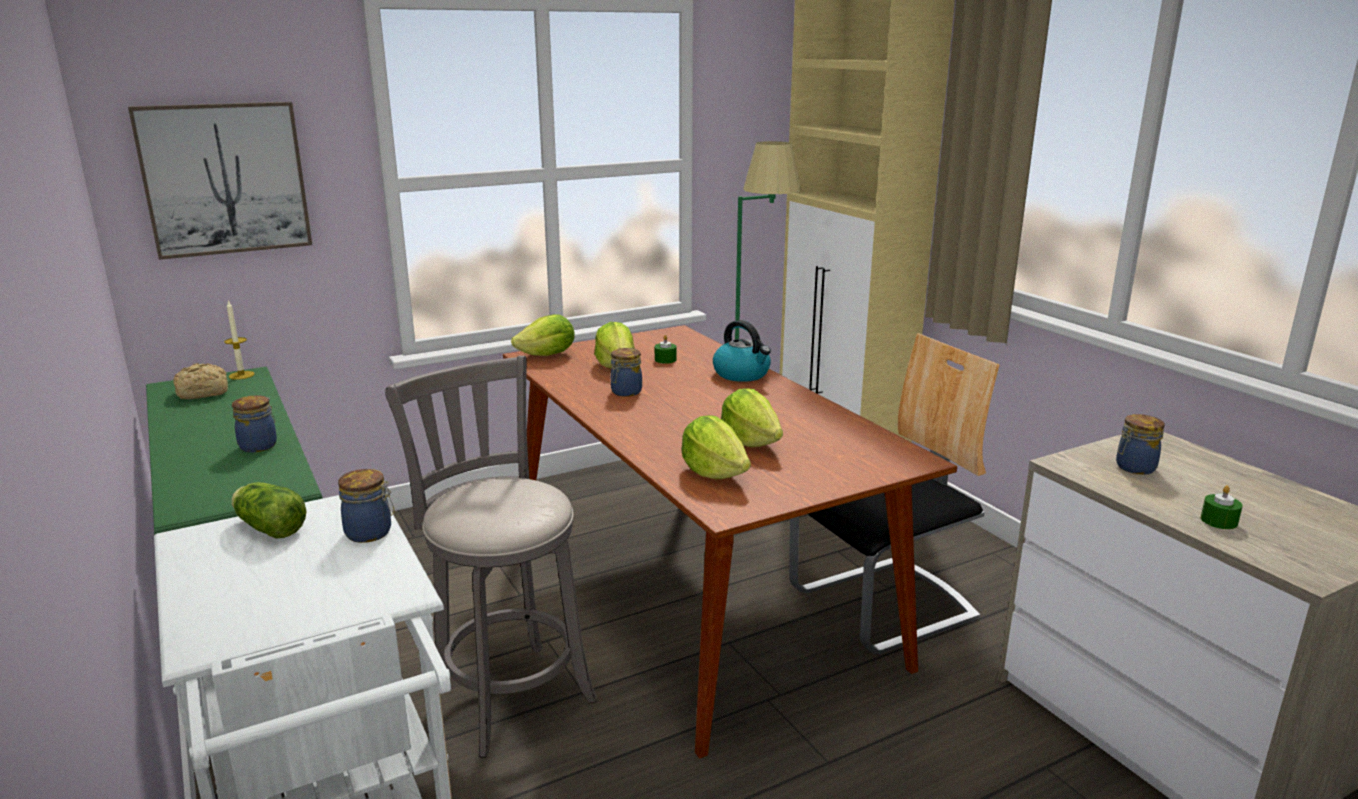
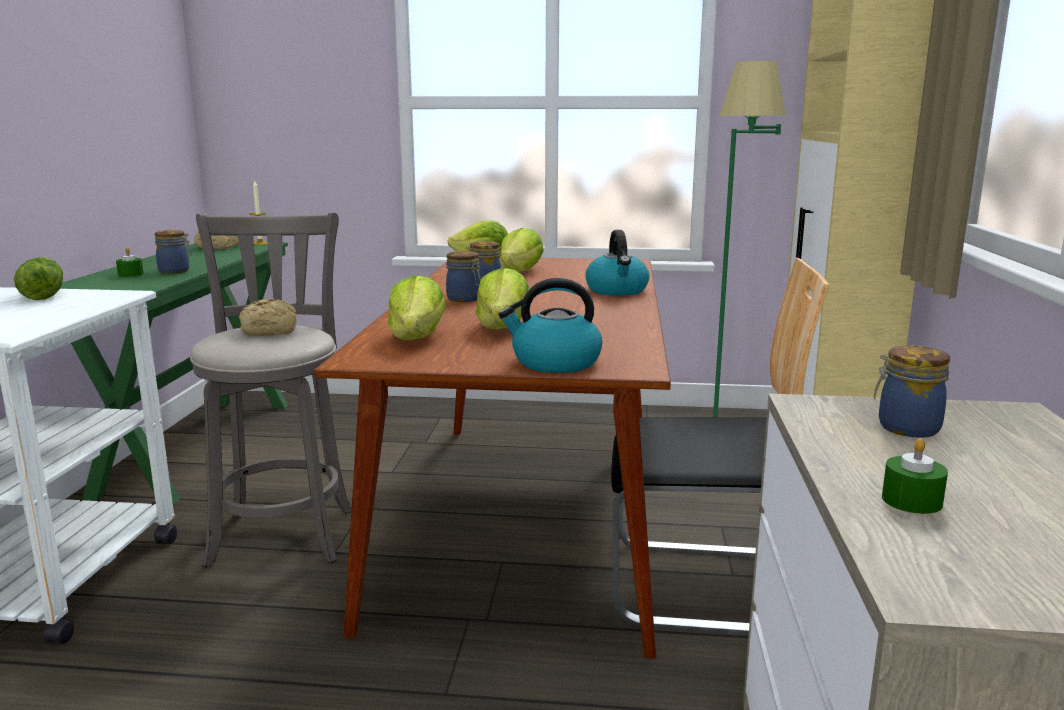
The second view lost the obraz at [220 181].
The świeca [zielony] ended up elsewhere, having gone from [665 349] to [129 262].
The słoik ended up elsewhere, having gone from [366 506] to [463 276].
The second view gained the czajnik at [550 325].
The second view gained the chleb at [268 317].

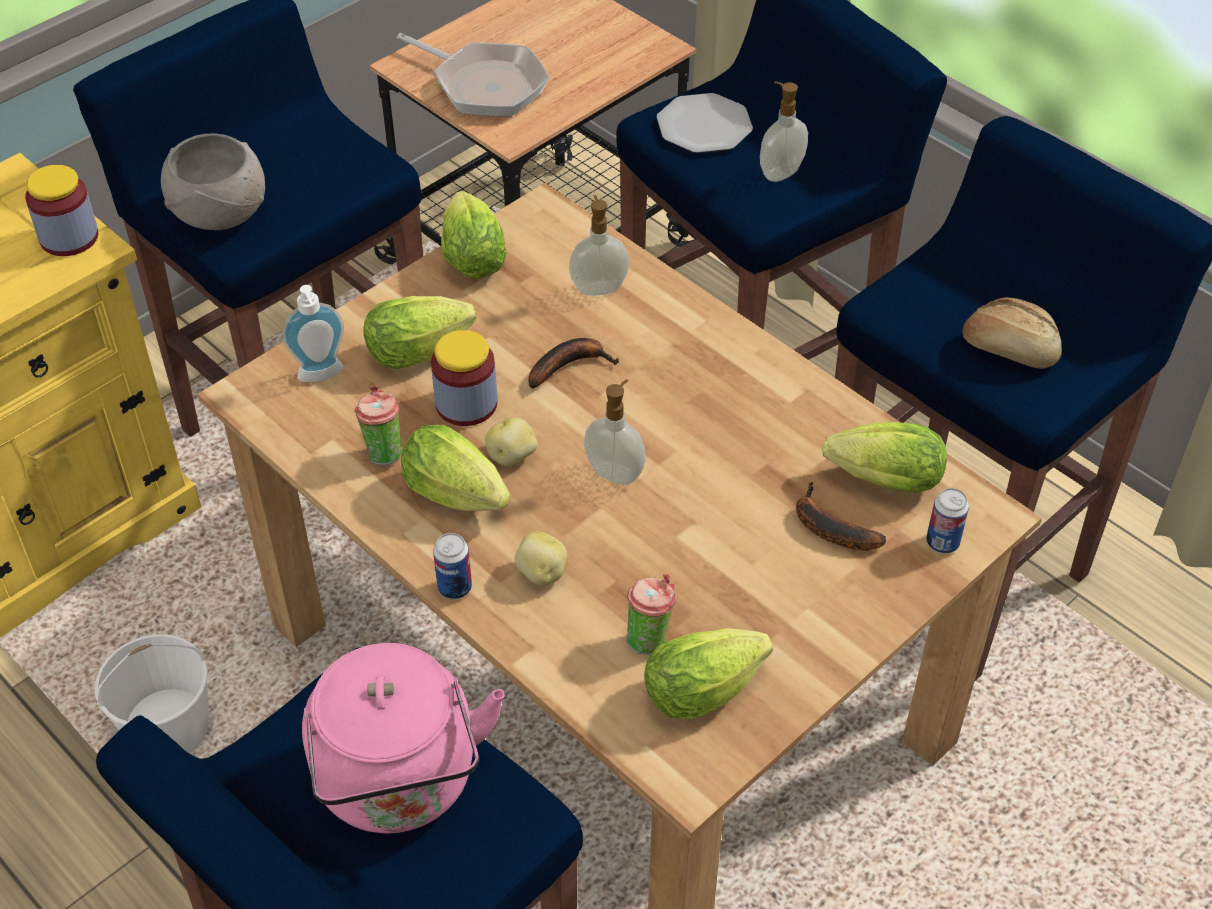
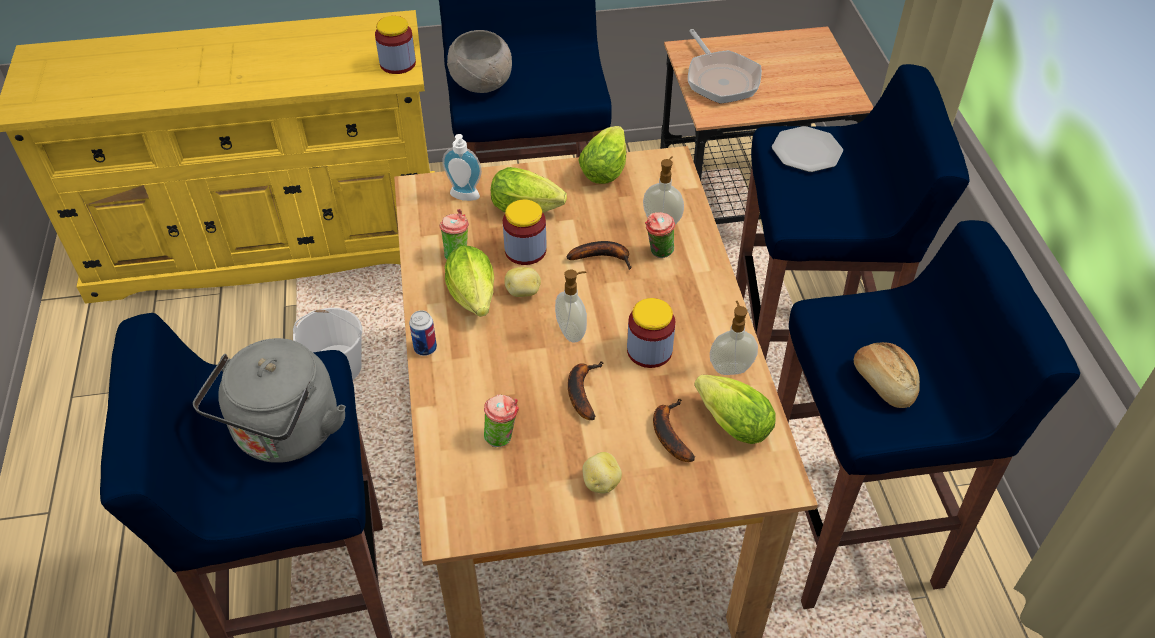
The dozownik mydła ended up elsewhere, having gone from [784 131] to [734 338].
The second view lost the puszka at [947 521].
The ziemniak ended up elsewhere, having gone from [541 558] to [602 473].
The second view lost the sałata at [708 673].
What was the czajnik [różowy] at [403 738] turned into the czajnik [szary] at [269 400].
The second view gained the filiżanka at [660 235].
The second view gained the słoik at [651 333].
The second view gained the banan at [585 390].

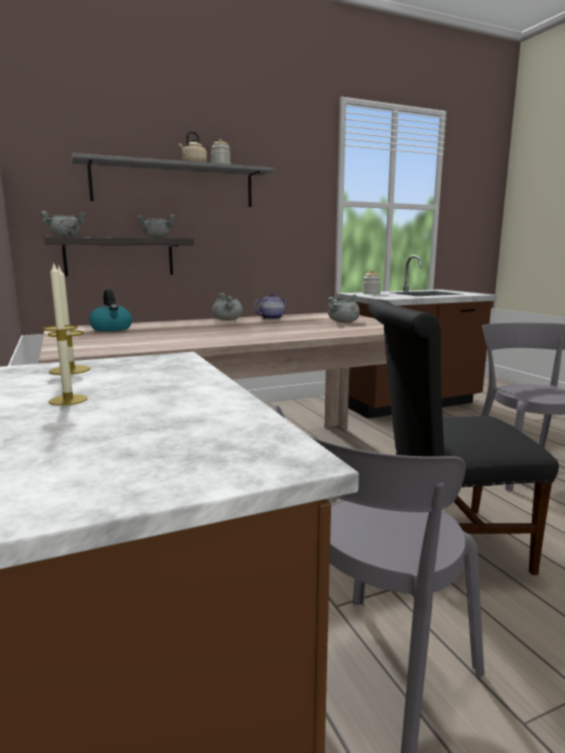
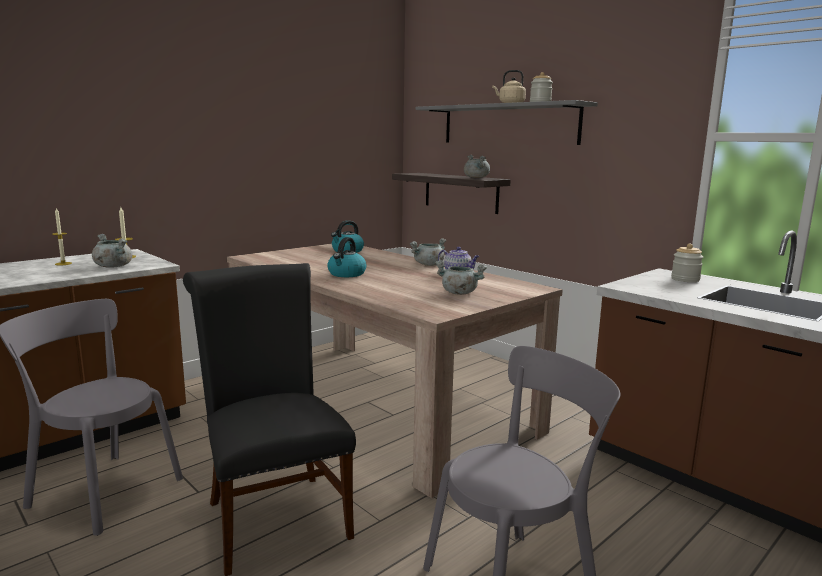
The garnek [szary] ended up elsewhere, having gone from [63 224] to [112 251].
The second view gained the czajnik at [347 257].

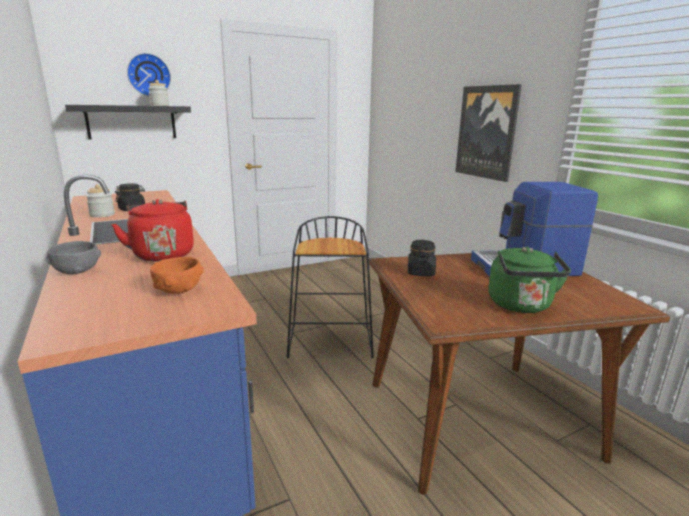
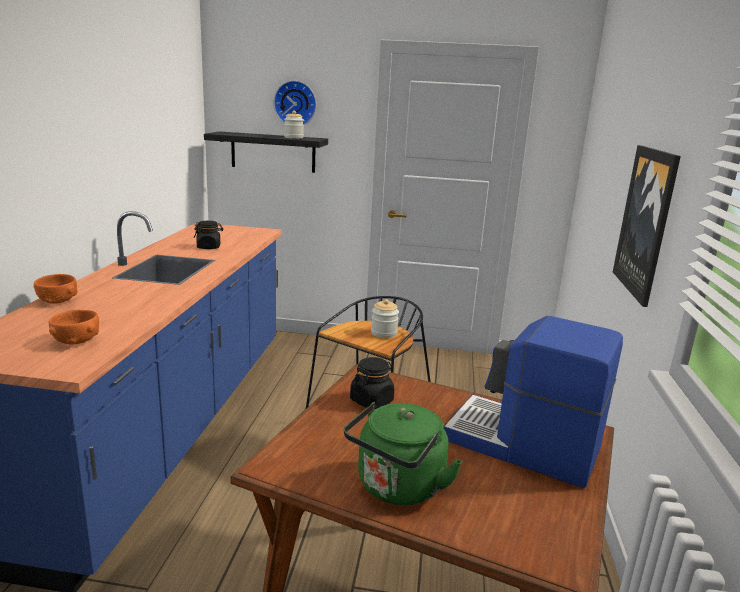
The słoik ended up elsewhere, having gone from [100 201] to [385 318].
The second view lost the czajnik [czerwony] at [152 230].
What was the miska [szary] at [73 257] turned into the miska [pomarańczowy] at [56 289].

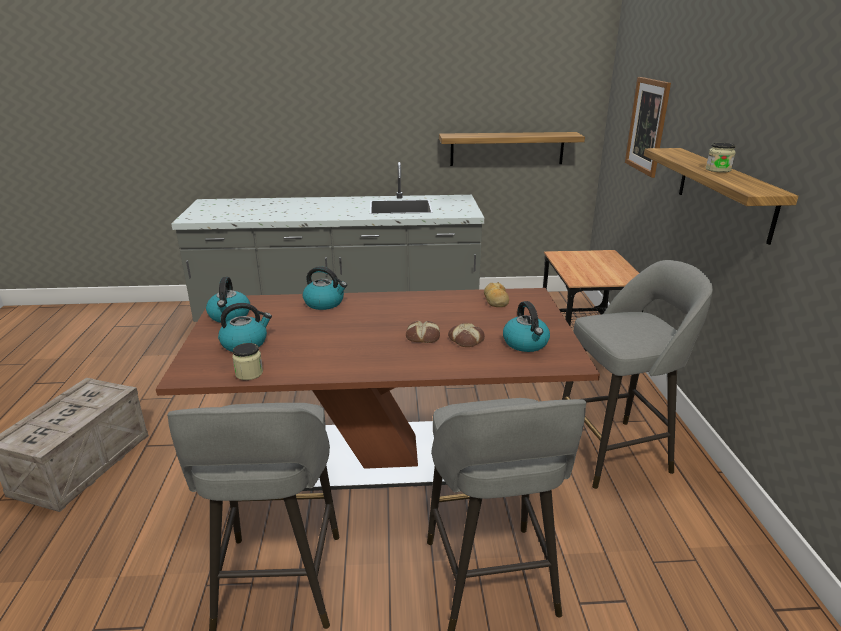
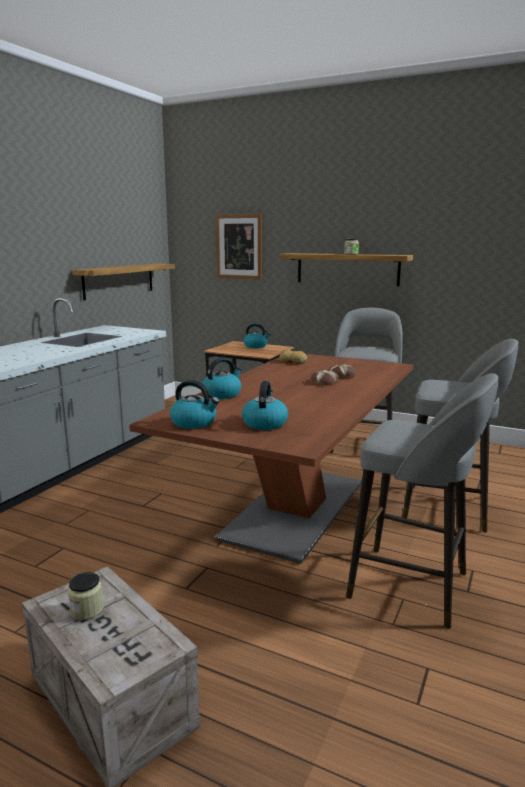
The czajnik ended up elsewhere, having gone from [526 326] to [257 336].
The słoik ended up elsewhere, having gone from [247 361] to [86 596].

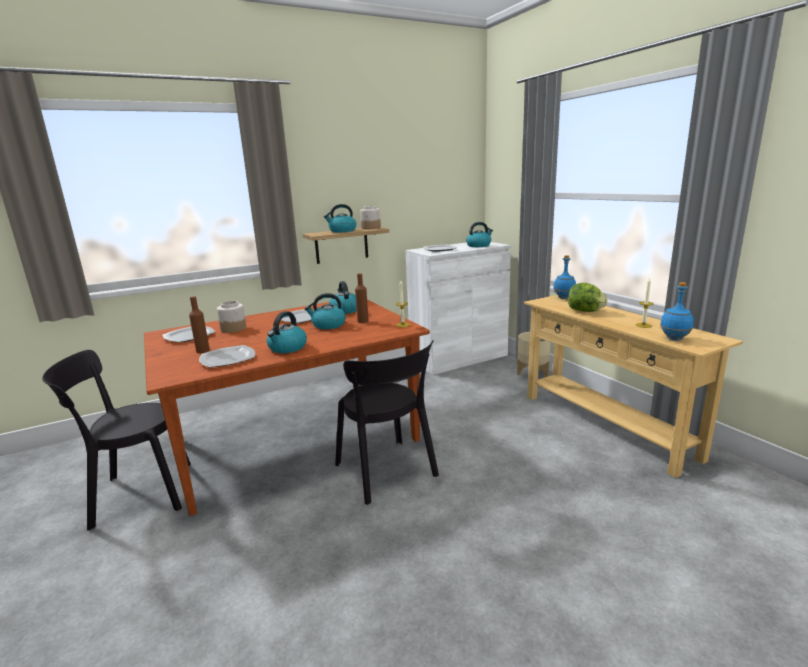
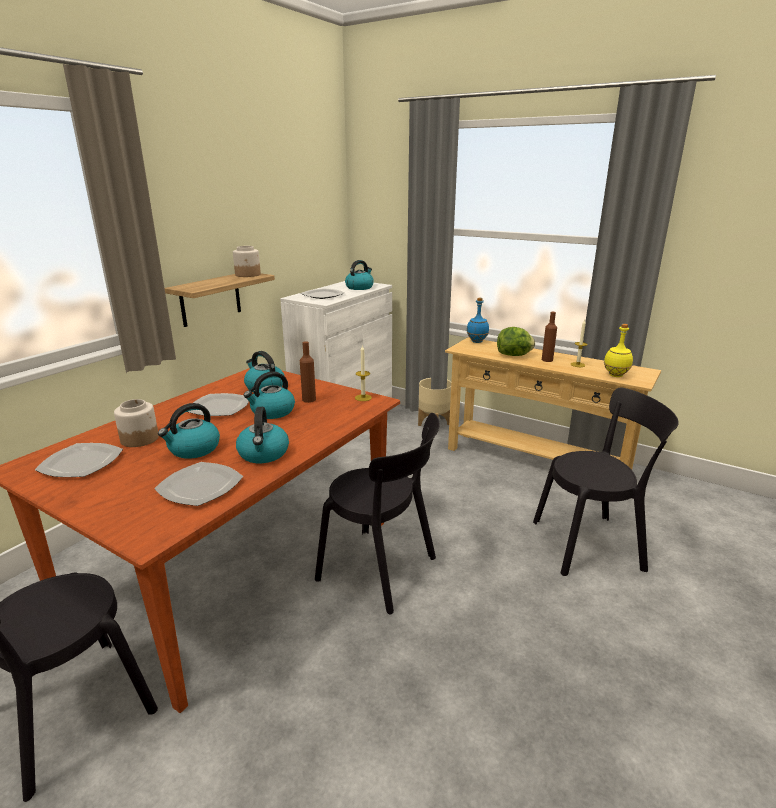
The czajnik ended up elsewhere, having gone from [340 218] to [189 431].
What was the butelka [niebieski] at [677 311] turned into the butelka [żółty] at [618 350].
The butelka [brązowy] ended up elsewhere, having gone from [199 324] to [549 337].
The second view gained the krzesło [czarny] at [606 482].

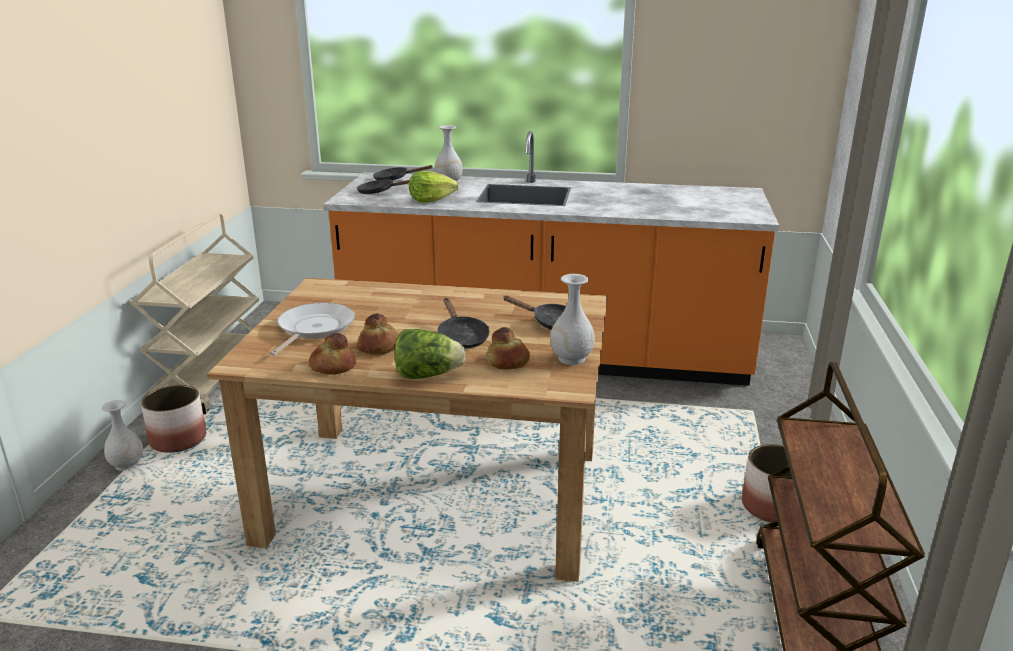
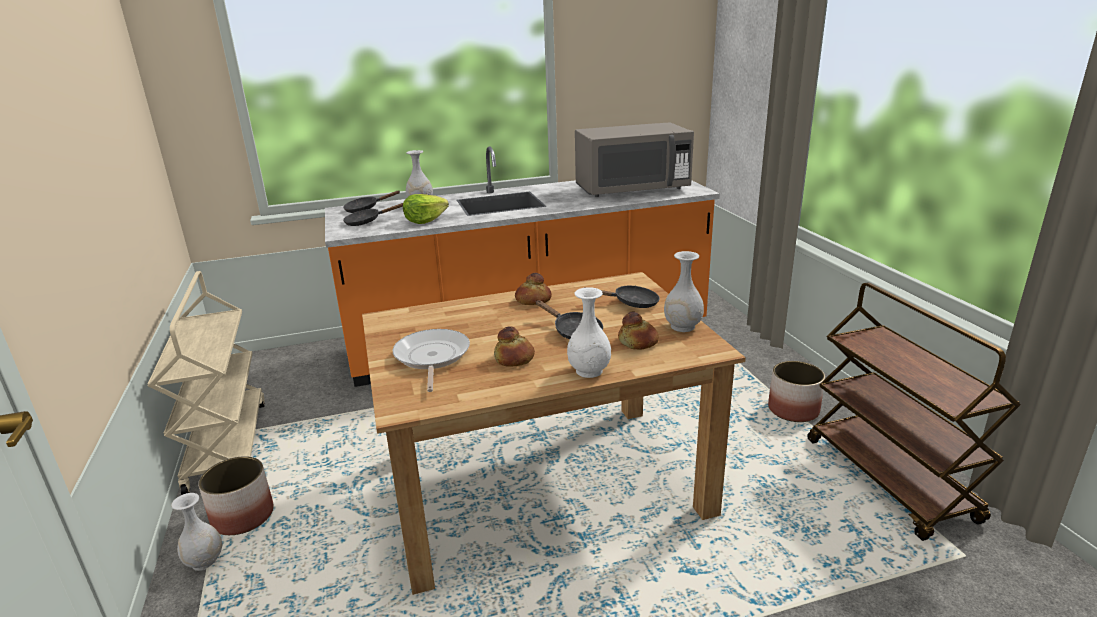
Where the sałata stood at [430 354], the wazon [biały] came to stand at [589 332].
The chleb ended up elsewhere, having gone from [332 354] to [533 289].
The second view gained the mikrofalówka [szary] at [634 159].

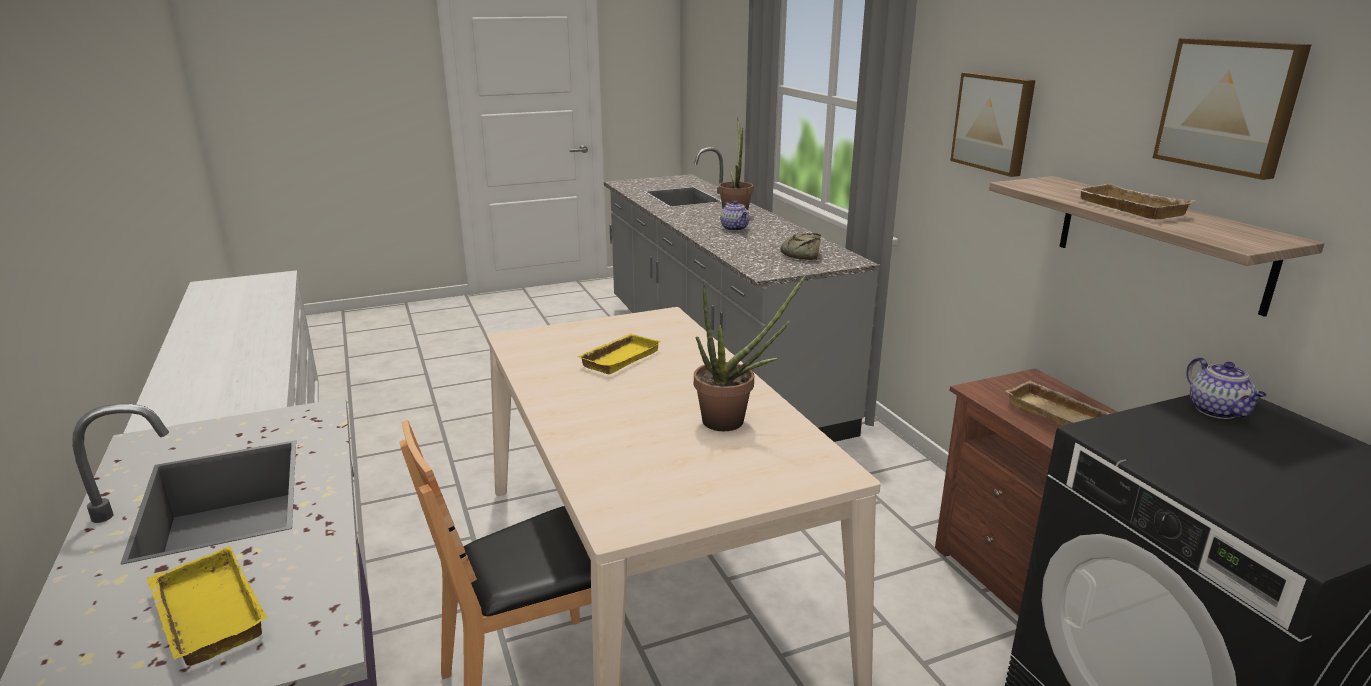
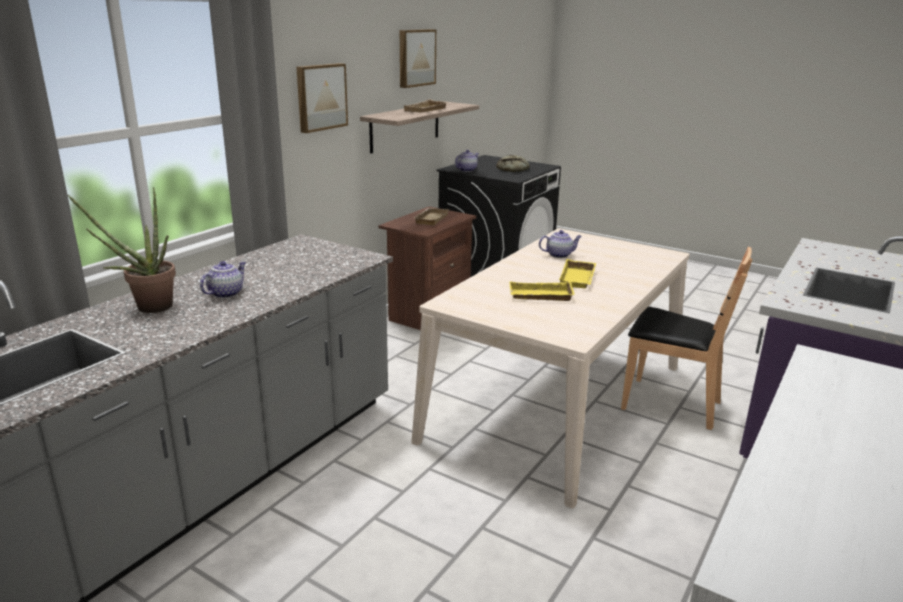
The chleb ended up elsewhere, having gone from [800 246] to [513 163].
Where the roślina doniczkowa stood at [749 353], the imbryk came to stand at [560 244].
The taca [żółty] ended up elsewhere, having gone from [207 606] to [577 273].

